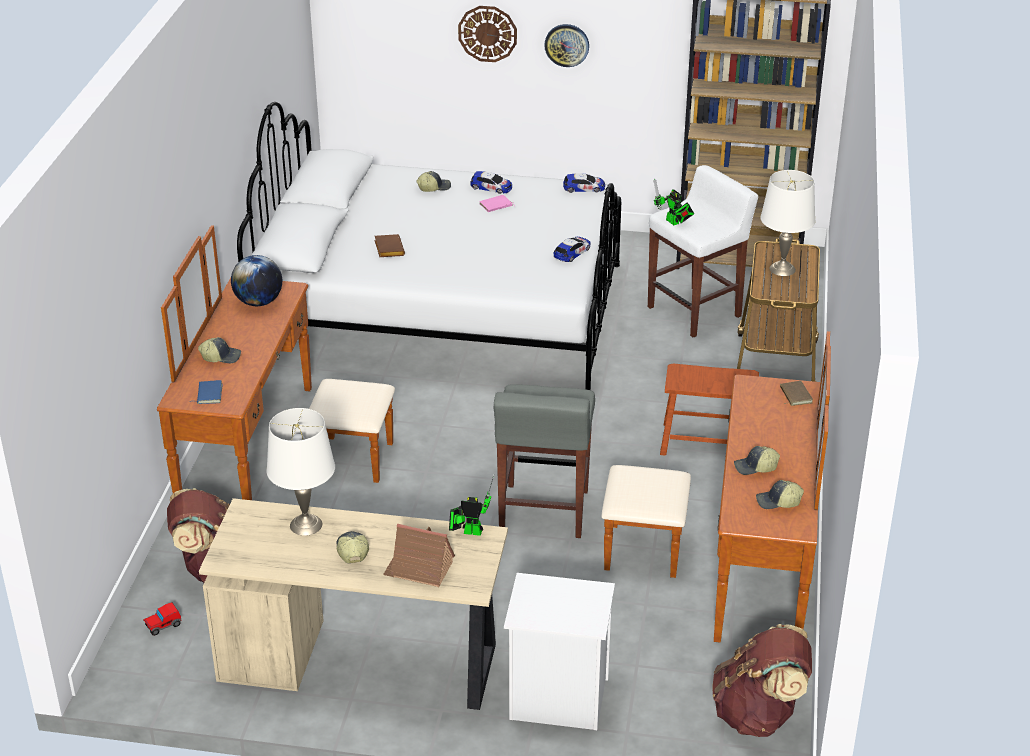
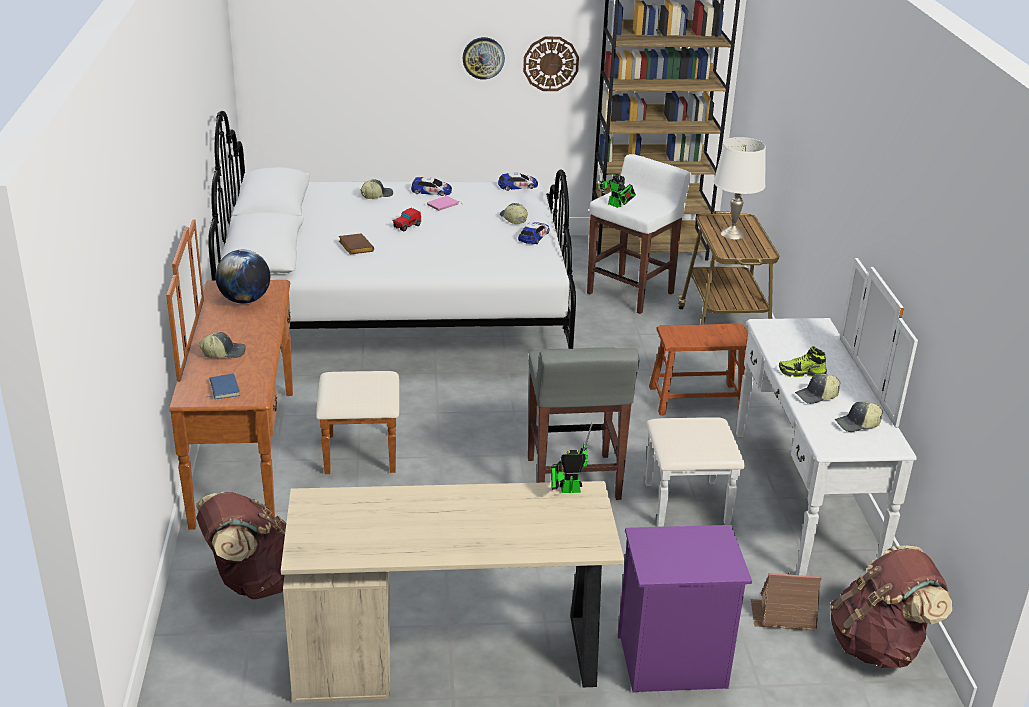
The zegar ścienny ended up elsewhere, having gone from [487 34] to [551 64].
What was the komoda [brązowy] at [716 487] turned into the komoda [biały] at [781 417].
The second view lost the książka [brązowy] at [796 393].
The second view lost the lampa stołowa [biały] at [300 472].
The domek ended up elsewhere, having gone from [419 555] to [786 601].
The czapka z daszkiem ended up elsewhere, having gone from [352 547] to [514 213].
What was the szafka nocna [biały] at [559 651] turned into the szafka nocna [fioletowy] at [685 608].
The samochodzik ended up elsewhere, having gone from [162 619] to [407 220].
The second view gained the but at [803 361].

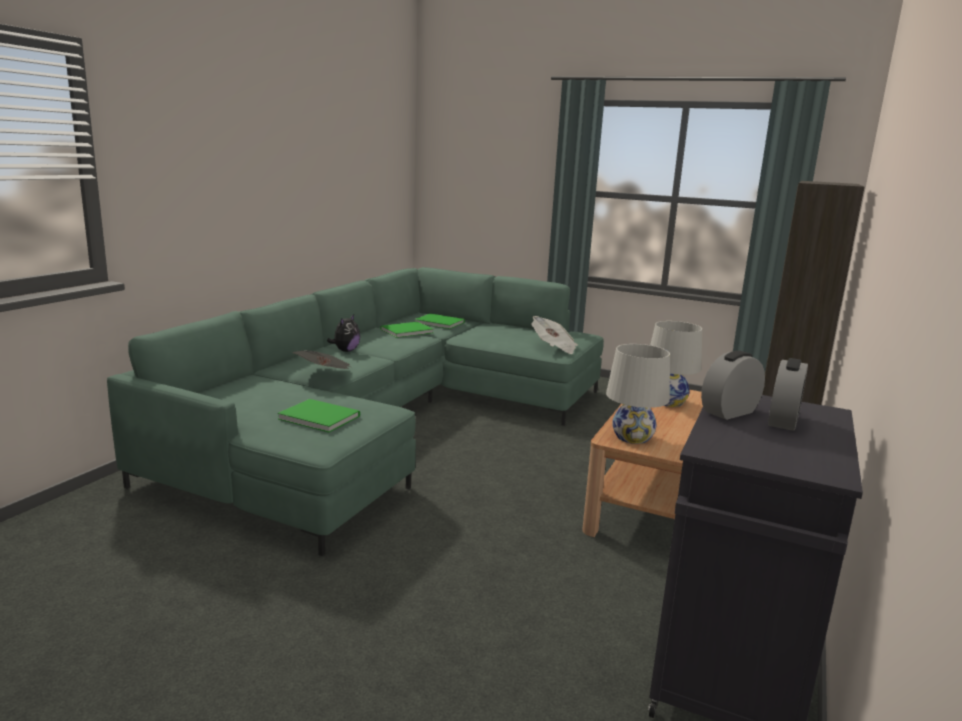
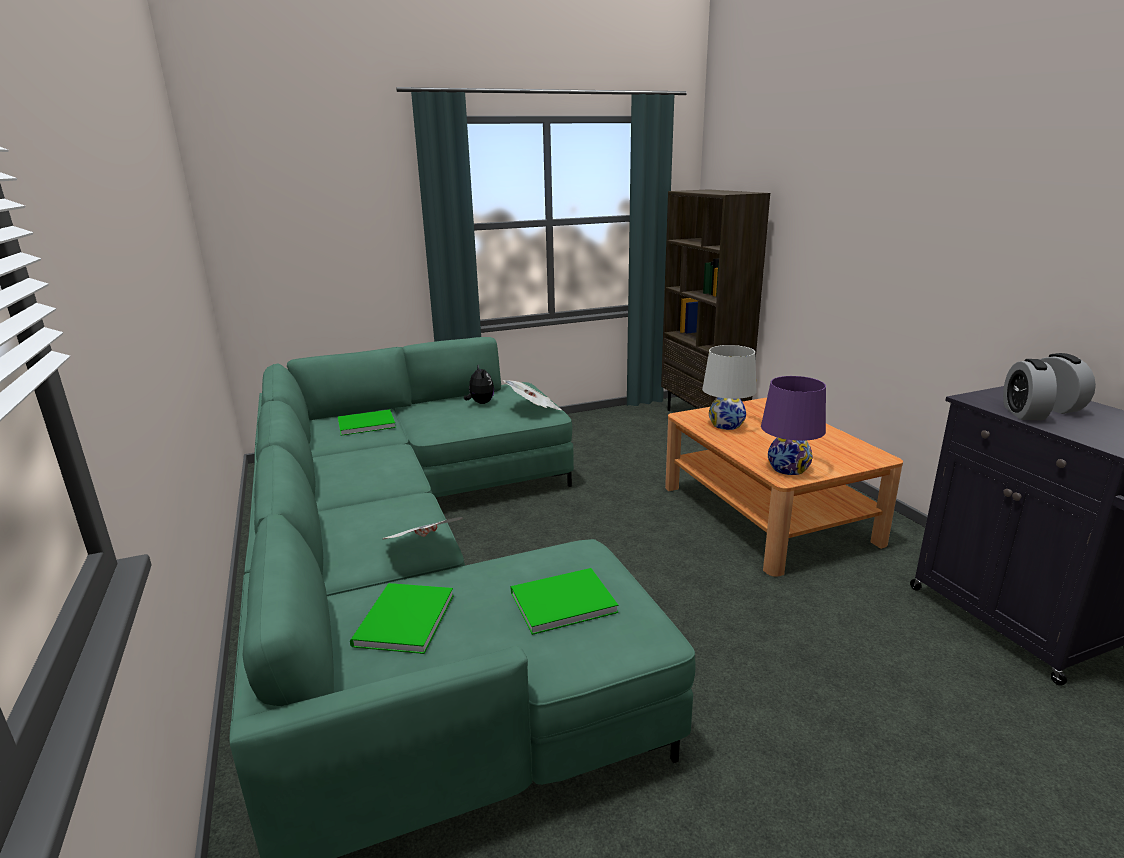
The pluszak ended up elsewhere, having gone from [343 333] to [479 385].
The książka [zielony] ended up elsewhere, having gone from [406 330] to [402 618].
What was the lampa stołowa [biały] at [638 394] turned into the lampa stołowa [fioletowy] at [793 425].

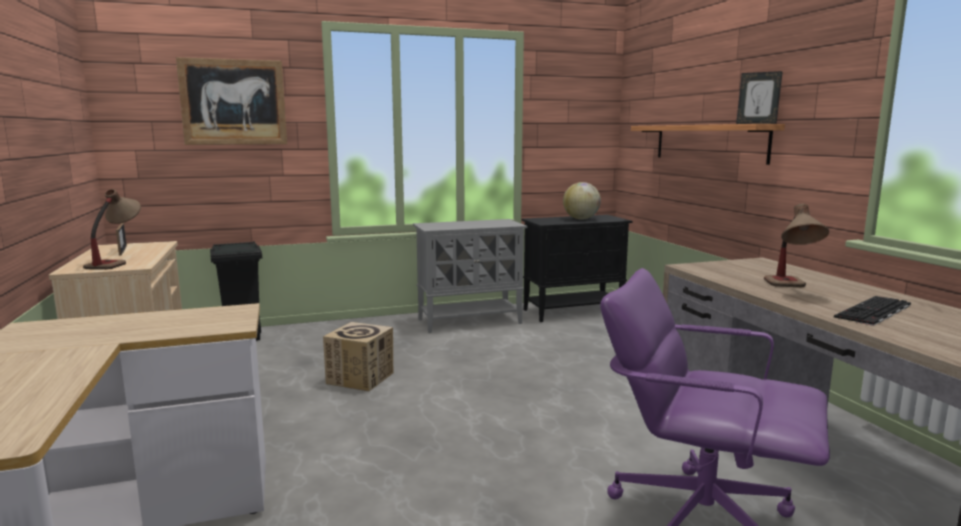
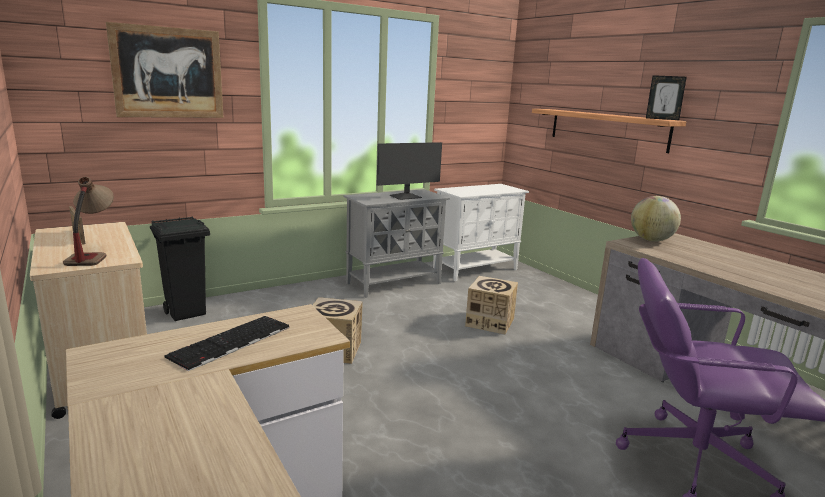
The globus ended up elsewhere, having gone from [582 201] to [656 218].
The second view lost the lampa stołowa at [796 245].
What was the szafka [czarny] at [577 268] turned into the szafka [biały] at [481 232].
The klawiatura ended up elsewhere, having gone from [872 311] to [226 343].
The second view gained the monitor at [409 171].
The second view gained the karton at [491 305].

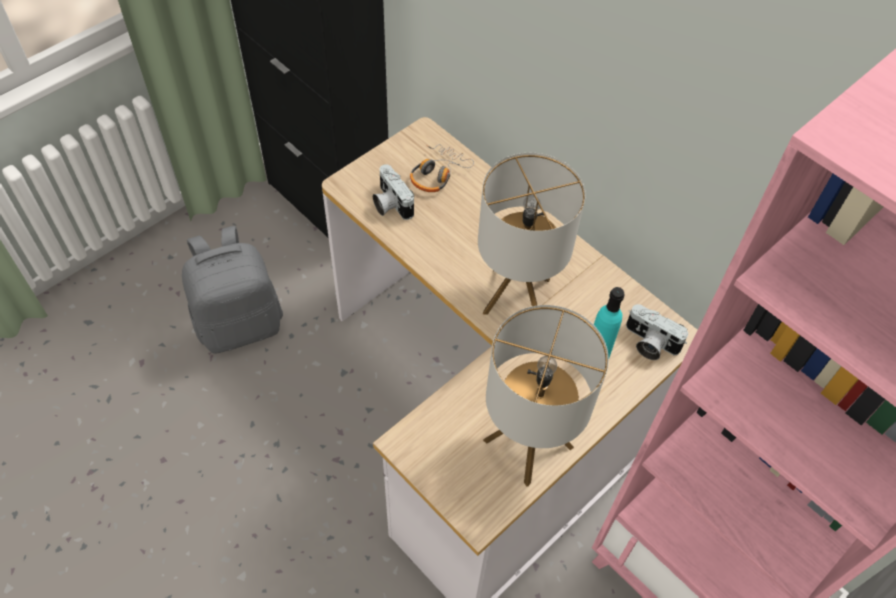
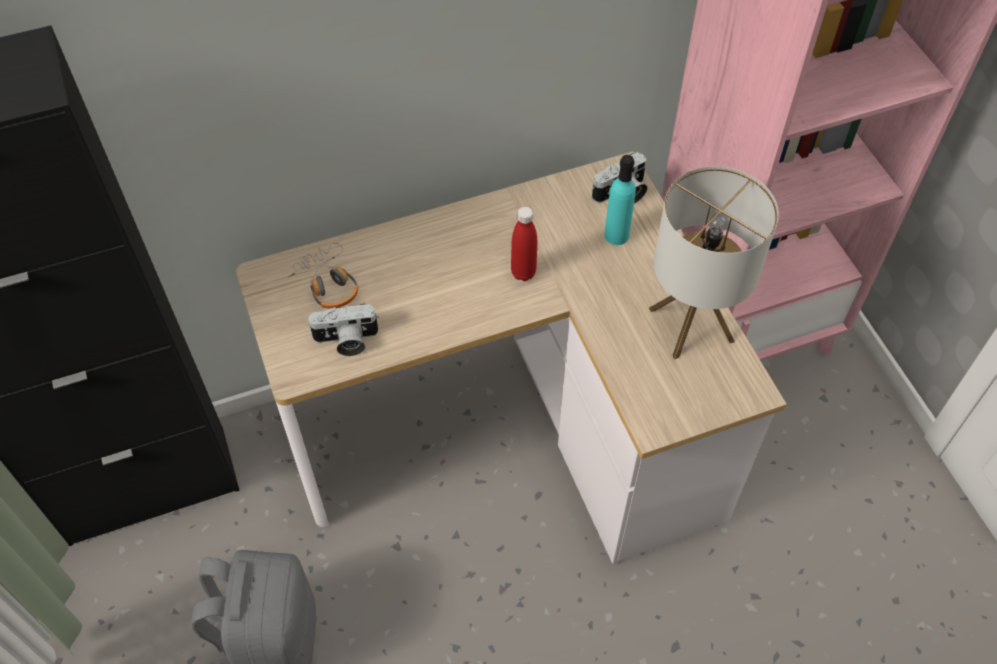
Where the lampa stołowa stood at [532 234], the butelka [czerwony] came to stand at [524 243].

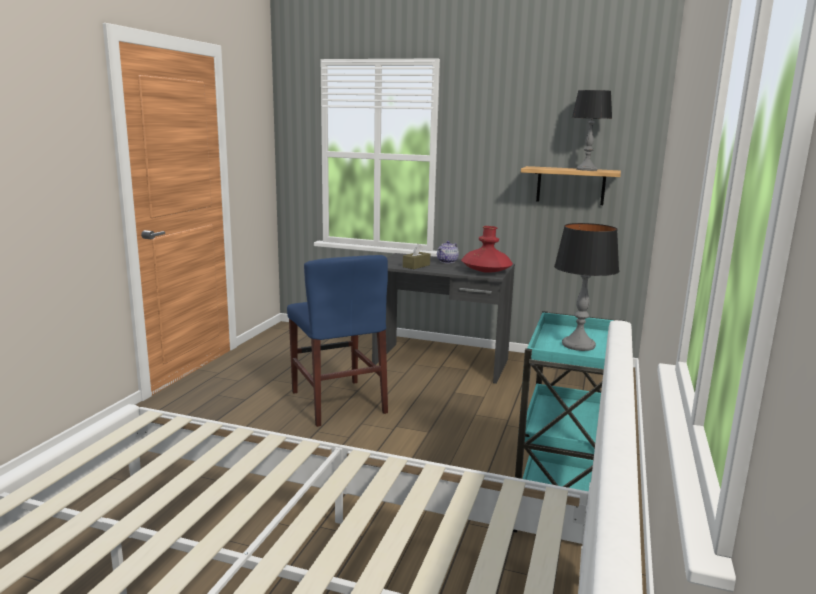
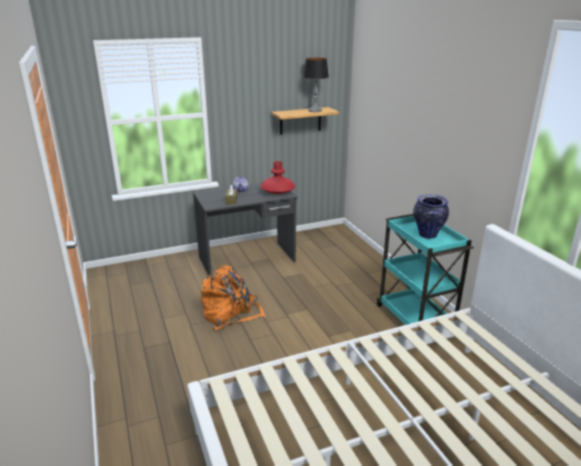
Where the lampa stołowa stood at [586 287], the wazon came to stand at [431 216].
Where the krzesło [niebieski] stood at [337 341], the plecak [pomarańczowy] came to stand at [233 297].

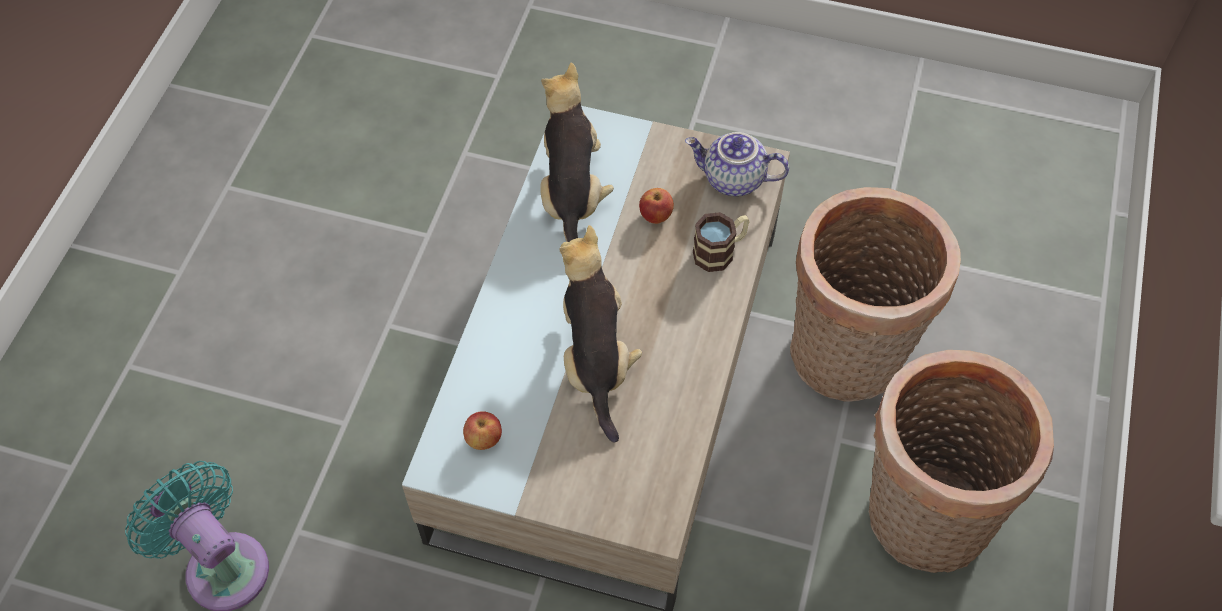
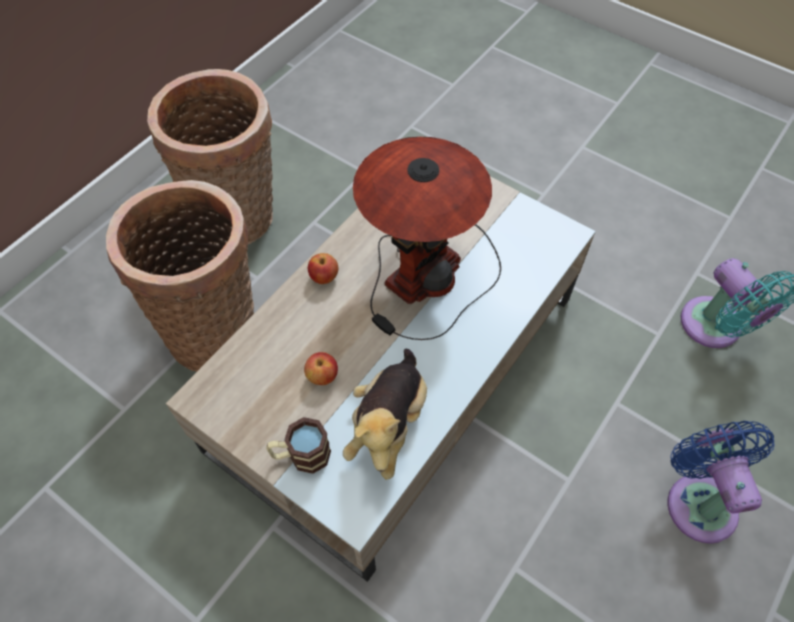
The second view lost the imbryk at [737 164].
The kubek ended up elsewhere, having gone from [721 242] to [298 445].
Where the pluszak stood at [600 334], the lampa stołowa came to stand at [427 238].
The jabłko ended up elsewhere, having gone from [482 430] to [323 268].
The second view gained the wentylator [niebieski] at [721 482].

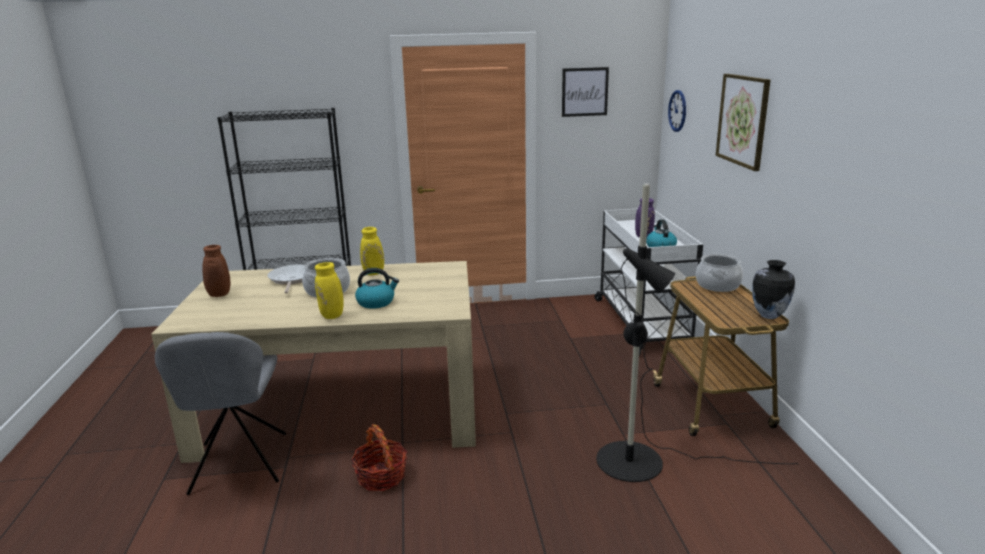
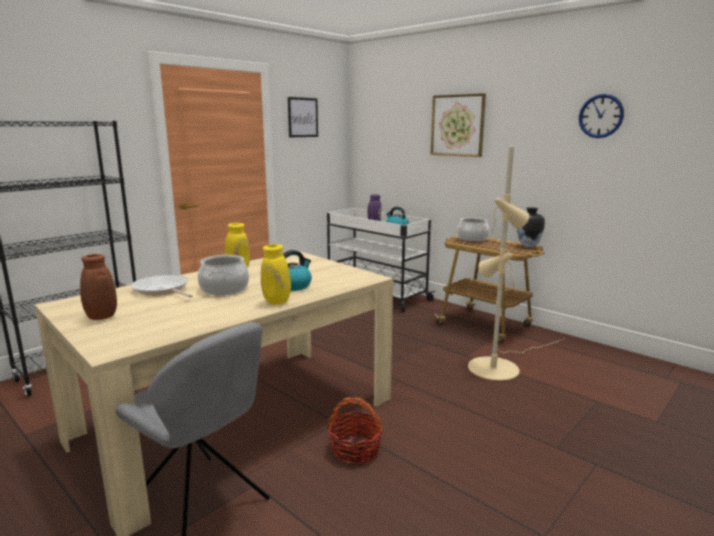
The zegar ścienny ended up elsewhere, having gone from [677 111] to [601 116].
What was the lampa stojąca [czarny] at [697 332] turned into the lampa stojąca [beżowy] at [516 263].

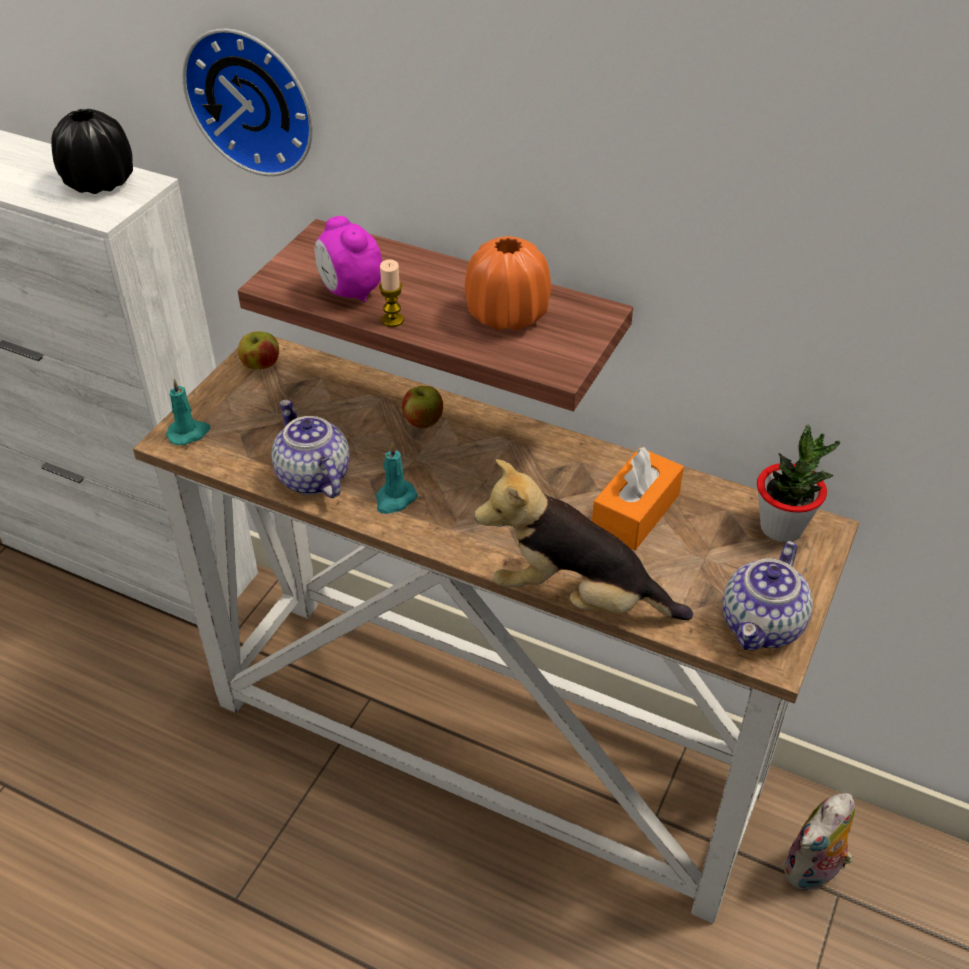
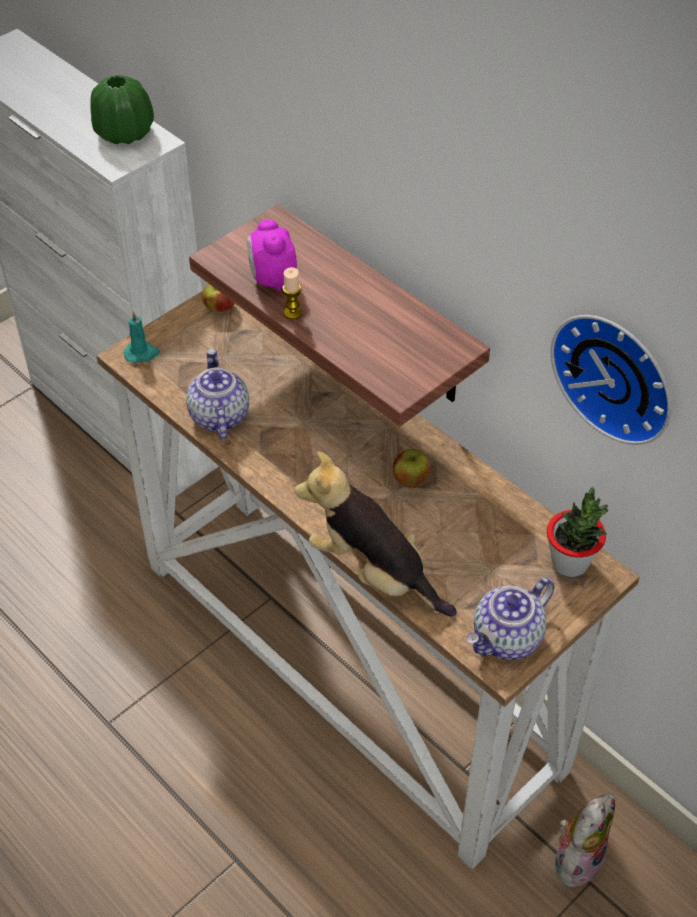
The zegar ścienny ended up elsewhere, having gone from [247 102] to [611 380].
What was the wazon [czarny] at [92 151] turned into the wazon [zielony] at [122 109].
The second view lost the wazon [pomarańczowy] at [508 283].
The jabłko ended up elsewhere, having gone from [422 407] to [411 468].
The second view lost the świeca [turkusowy] at [396 478].
The second view lost the pudełko chusteczek [pomarańczowy] at [638 498].
The pluszak at [818 842] ended up facing another way, 150 degrees clockwise from before.

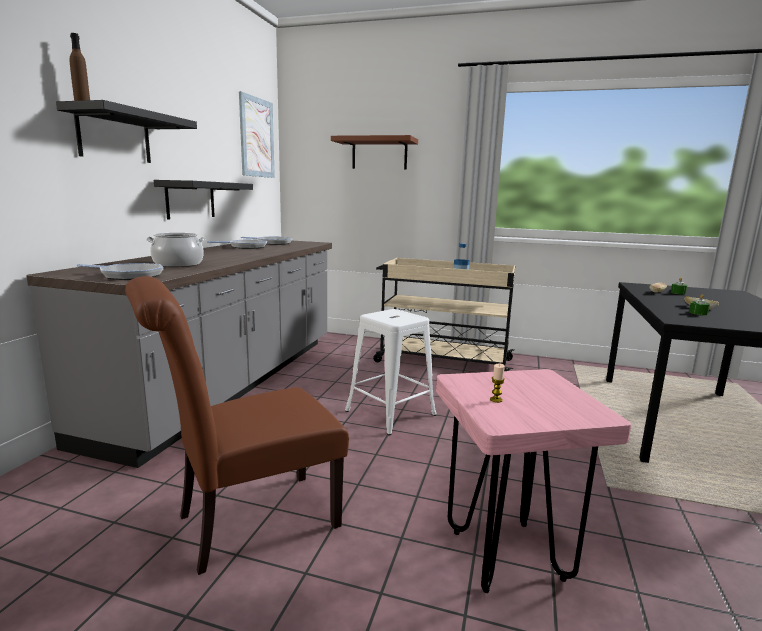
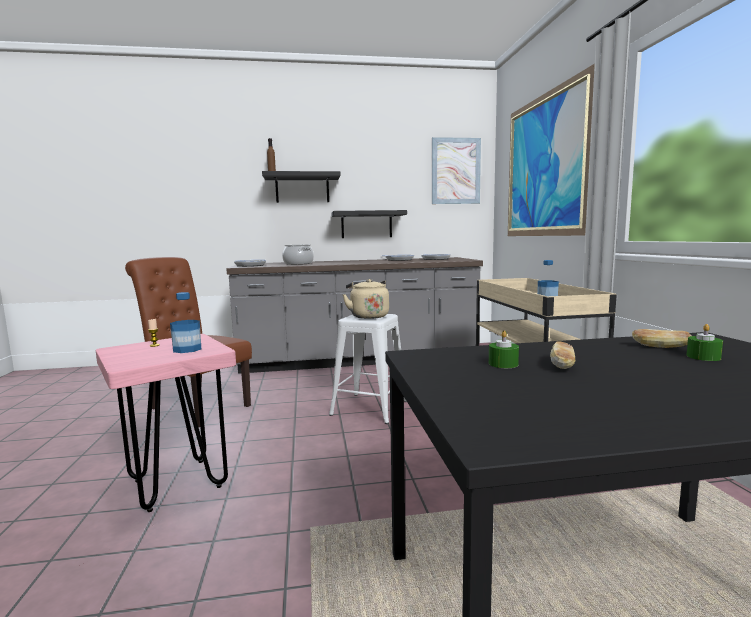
Where the półka [brązowy] hung at [374 152], the obraz came to hang at [551 150].
The second view gained the czajnik [beżowy] at [366 299].
The second view gained the butelka at [185 322].

